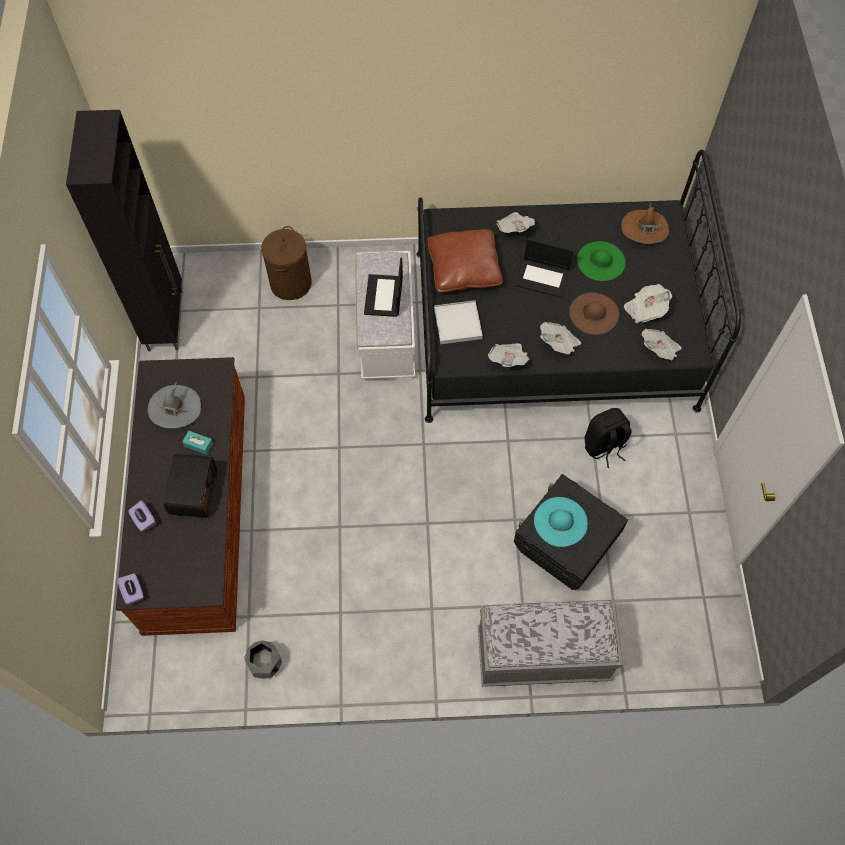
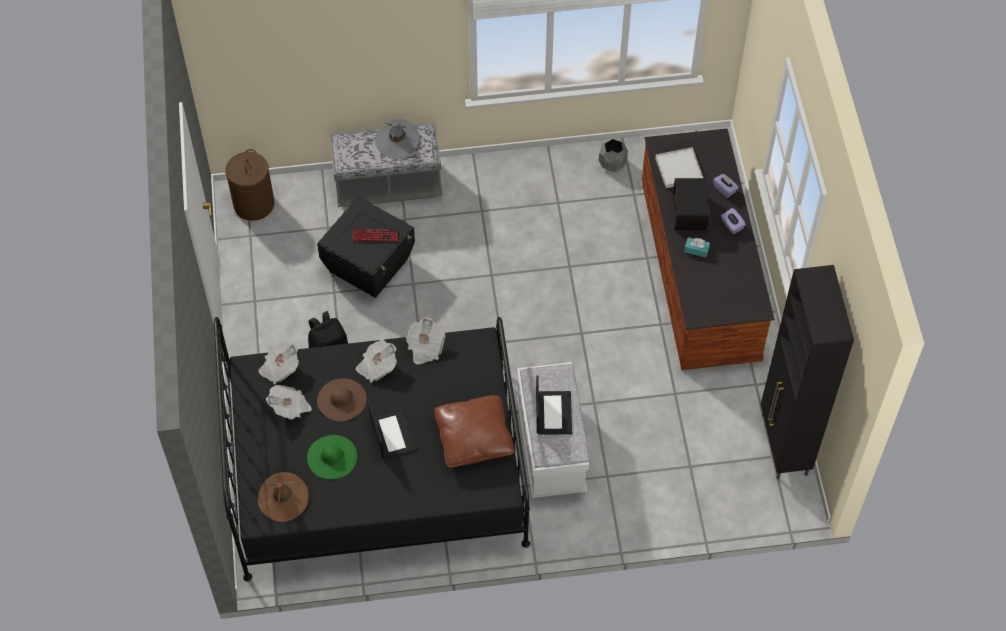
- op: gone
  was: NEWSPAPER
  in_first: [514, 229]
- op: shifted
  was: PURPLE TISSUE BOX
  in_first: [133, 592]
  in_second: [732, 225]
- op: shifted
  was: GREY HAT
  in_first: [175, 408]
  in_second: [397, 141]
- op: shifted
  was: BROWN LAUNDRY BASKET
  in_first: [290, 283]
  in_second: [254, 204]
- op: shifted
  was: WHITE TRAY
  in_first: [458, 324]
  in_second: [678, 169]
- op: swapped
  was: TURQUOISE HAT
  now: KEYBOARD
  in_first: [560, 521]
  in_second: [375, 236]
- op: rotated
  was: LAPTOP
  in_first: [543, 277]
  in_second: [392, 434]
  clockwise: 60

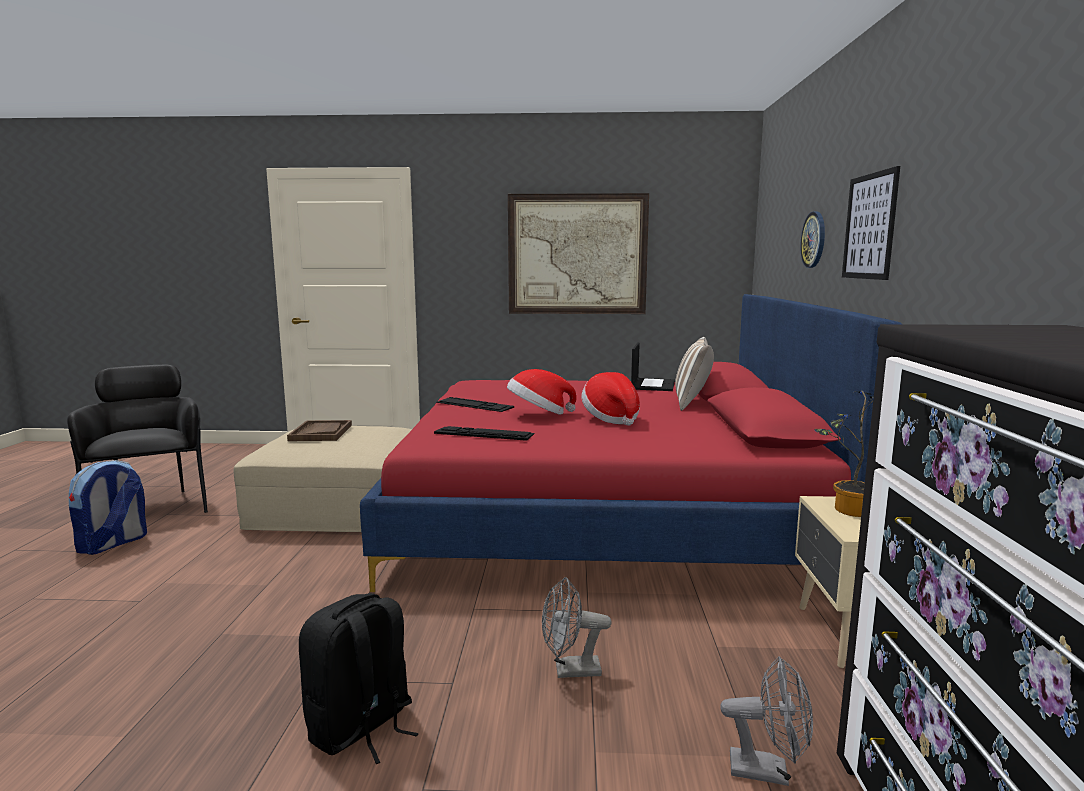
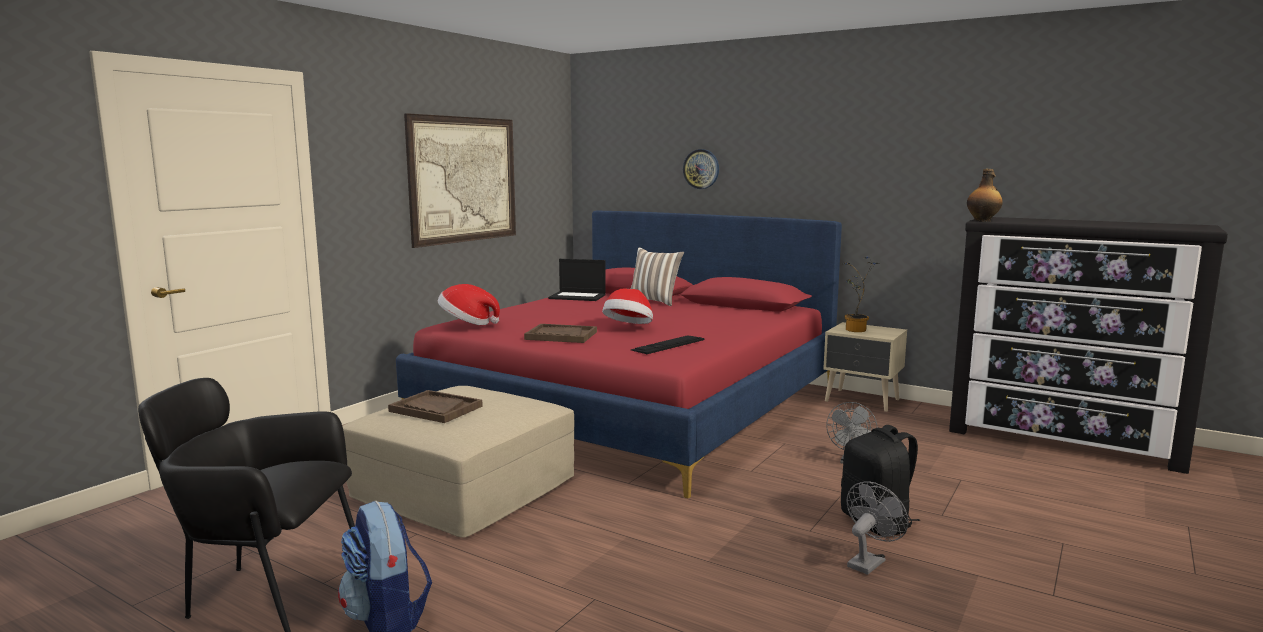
- op: gone
  was: PICTURE
  in_first: [869, 226]
- op: new
  now: BOTTLE
  in_second: [983, 220]
- op: shifted
  was: HAT
  in_first: [611, 418]
  in_second: [467, 323]
- op: shifted
  was: GREY FAN
  in_first: [768, 771]
  in_second: [868, 561]
- op: swapped
  was: KEYBOARD
  now: BROWN TRAY
  in_first: [474, 405]
  in_second: [561, 336]
- op: rotated
  was: LAPTOP
  in_first: [652, 385]
  in_second: [578, 296]
  clockwise: 150

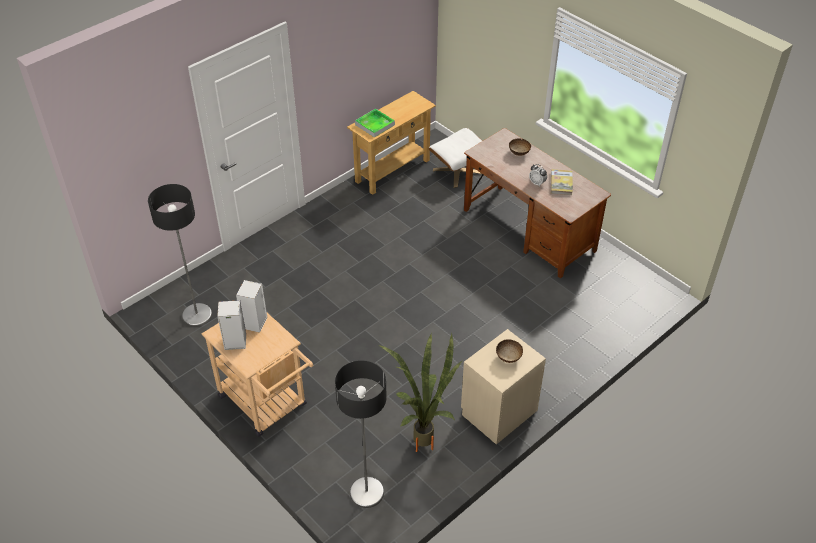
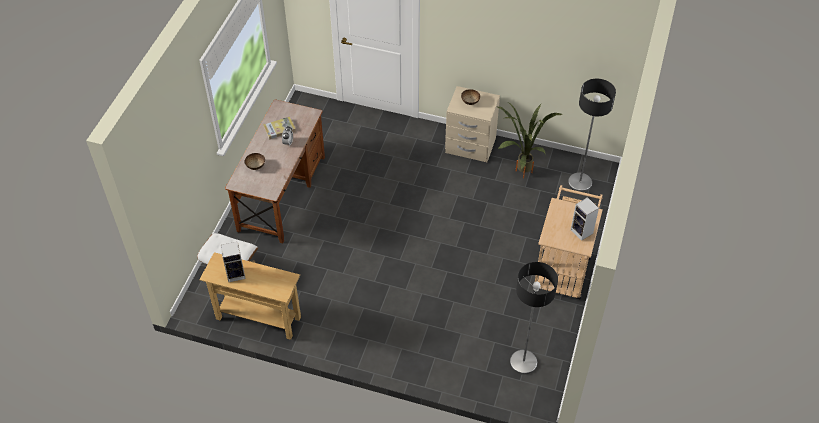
- op: gone
  was: TRAY
  in_first: [375, 125]
- op: shifted
  was: SPEAKER
  in_first: [255, 324]
  in_second: [236, 273]

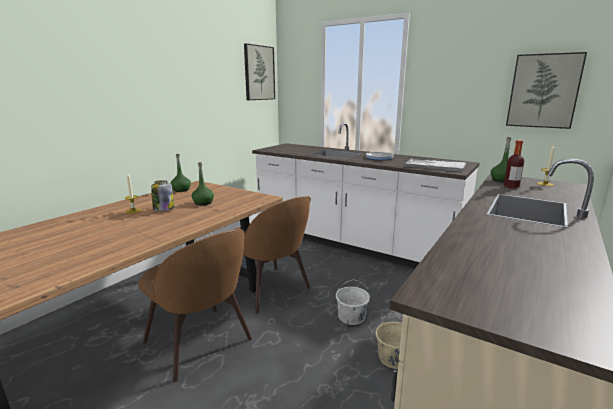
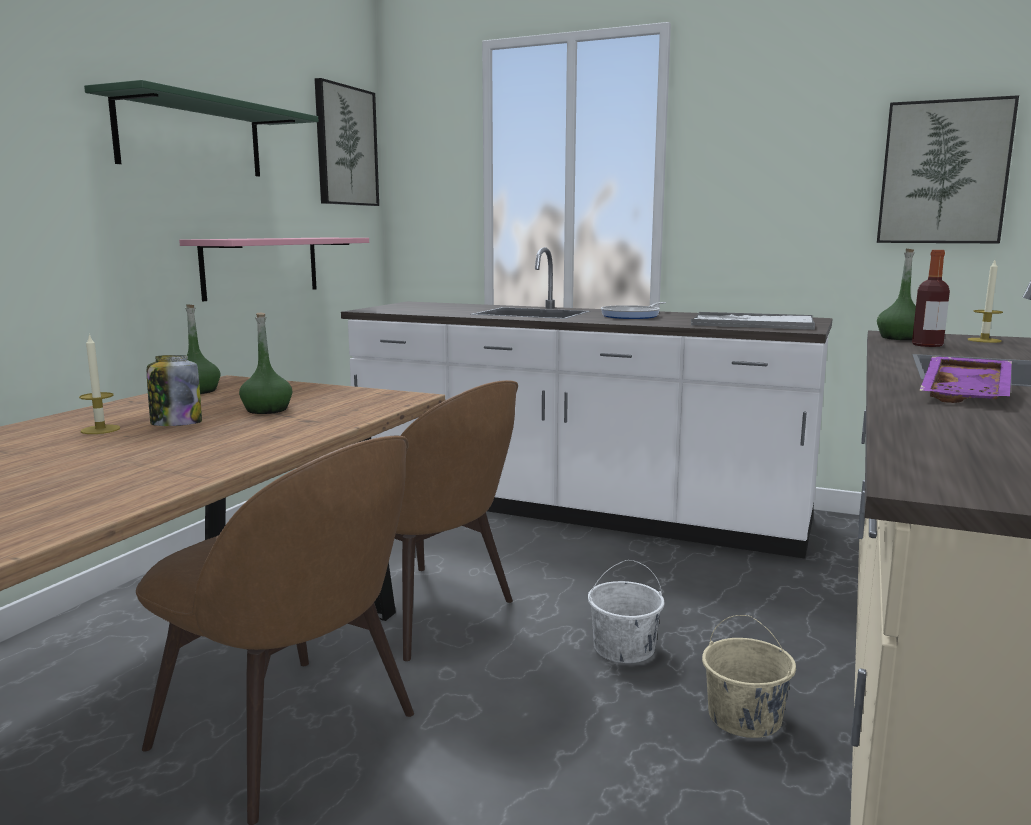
- op: new
  now: GREEN SHELF
  in_second: [191, 138]
- op: new
  now: PINK SHELF
  in_second: [261, 266]
- op: new
  now: PURPLE TRAY
  in_second: [968, 394]

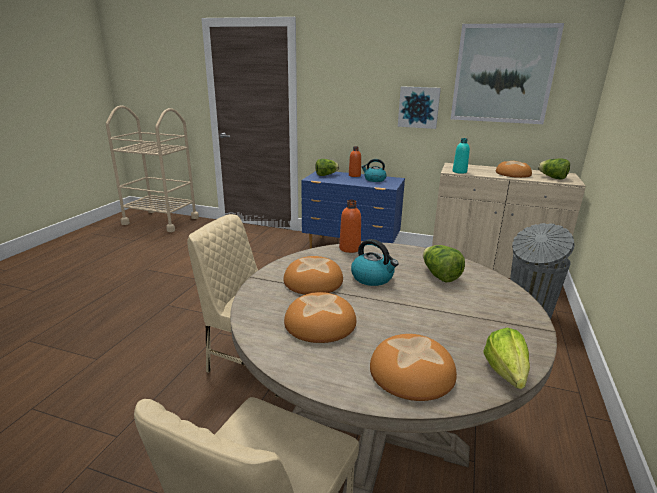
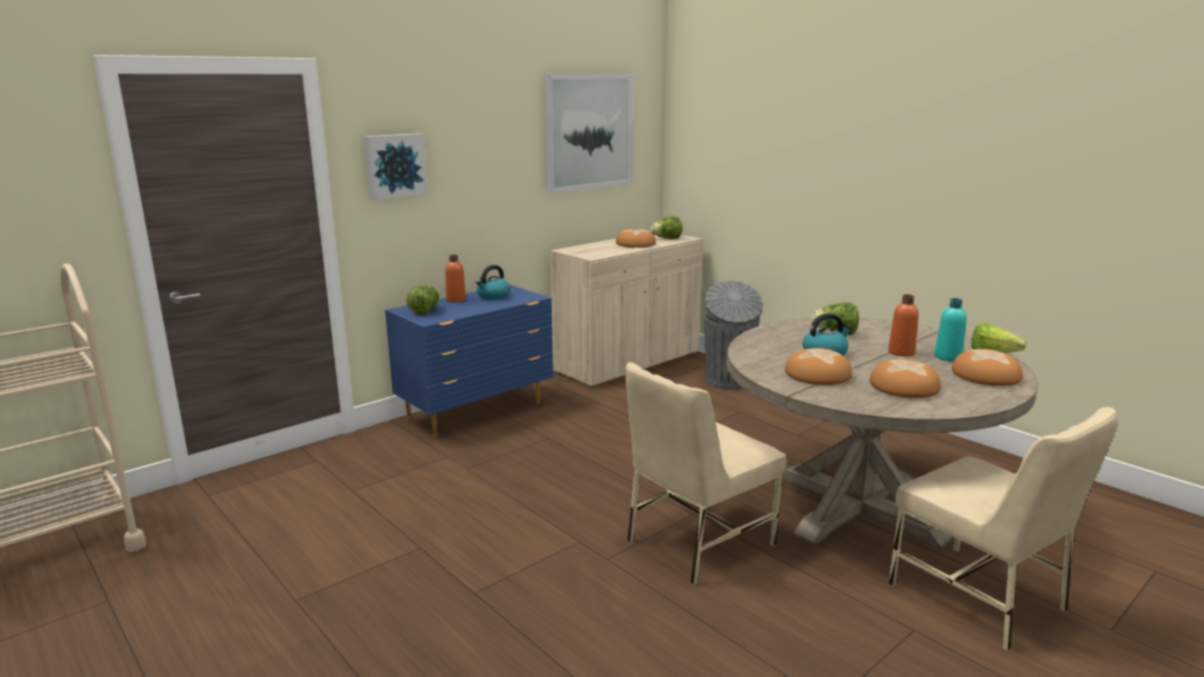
- op: shifted
  was: ORANGE BOTTLE
  in_first: [349, 248]
  in_second: [901, 352]
- op: shifted
  was: PICTURE
  in_first: [418, 107]
  in_second: [395, 166]
- op: shifted
  was: TURQUOISE BOTTLE
  in_first: [459, 172]
  in_second: [948, 357]

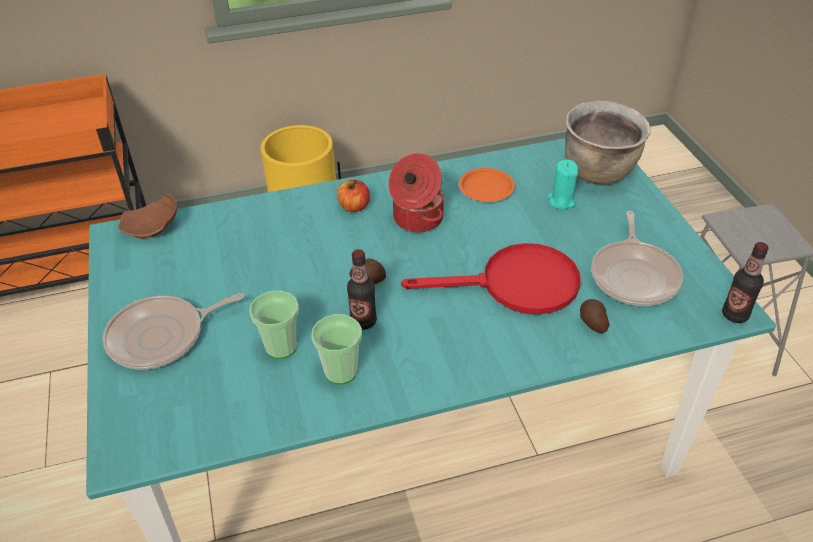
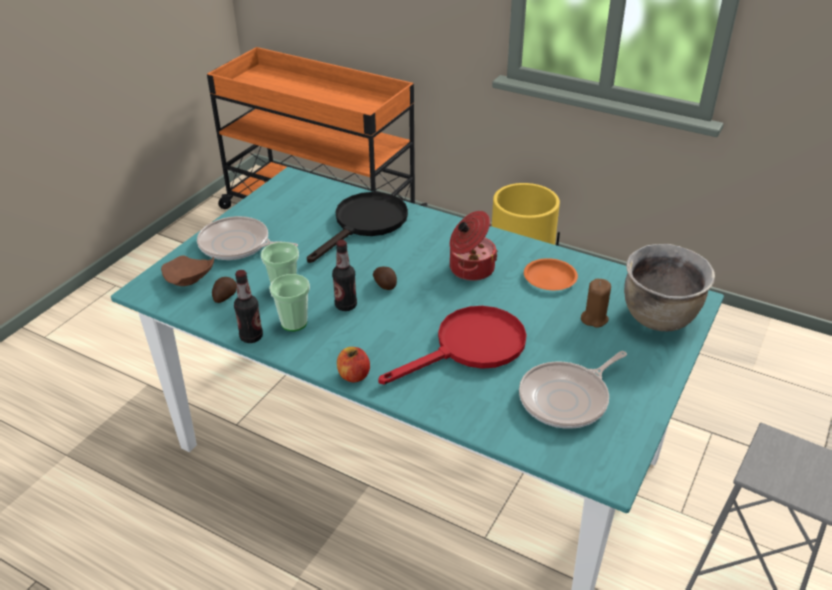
- op: new
  now: BLACK FRYING PAN
  in_second: [365, 224]
- op: shifted
  was: BROWN PLATE
  in_first: [153, 228]
  in_second: [188, 279]
- op: shifted
  was: APPLE
  in_first: [354, 207]
  in_second: [353, 375]
- op: shifted
  was: POTATO
  in_first: [592, 323]
  in_second: [224, 296]
- op: shifted
  was: BOTTLE
  in_first: [734, 315]
  in_second: [251, 337]
- op: repainted
  was: TURQUOISE CANDLE
  now: BROWN CANDLE
  in_first: [561, 201]
  in_second: [594, 318]
- op: rotated
  was: RED FRYING PAN
  in_first: [515, 285]
  in_second: [470, 347]
  clockwise: -75

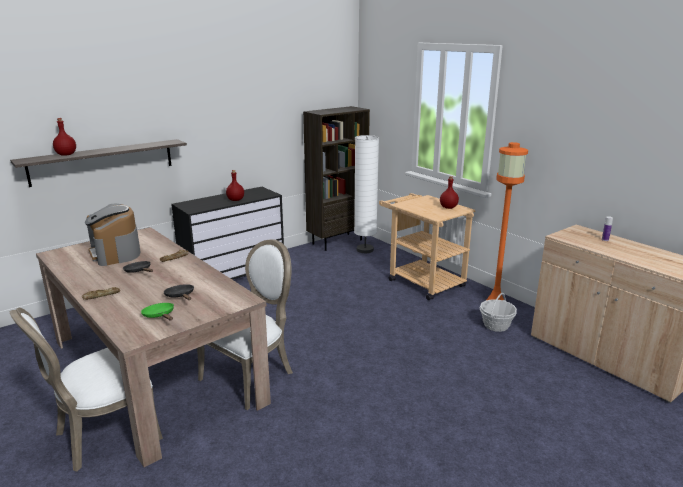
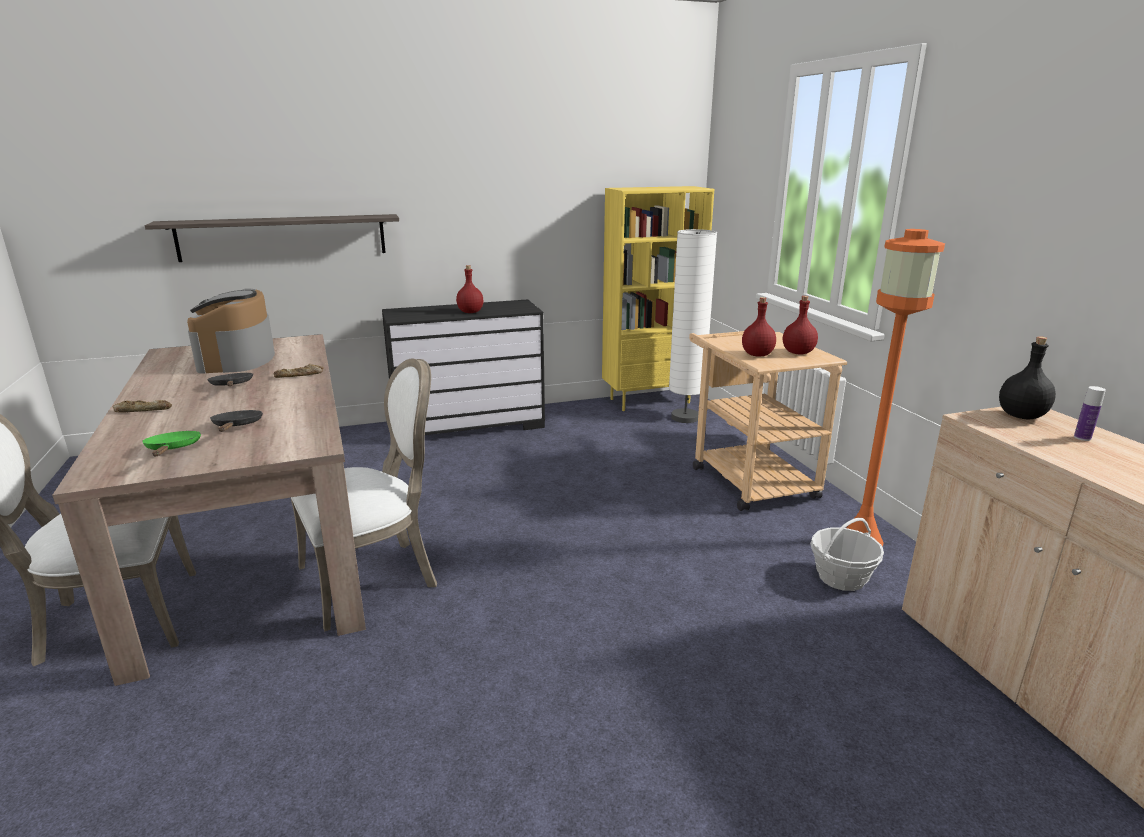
- op: new
  now: BLACK BOTTLE
  in_second: [1022, 416]
- op: shifted
  was: RED BOTTLE
  in_first: [66, 154]
  in_second: [756, 355]
- op: repainted
  was: BROWN BOOKCASE
  now: YELLOW BOOKCASE
  in_first: [337, 241]
  in_second: [650, 400]

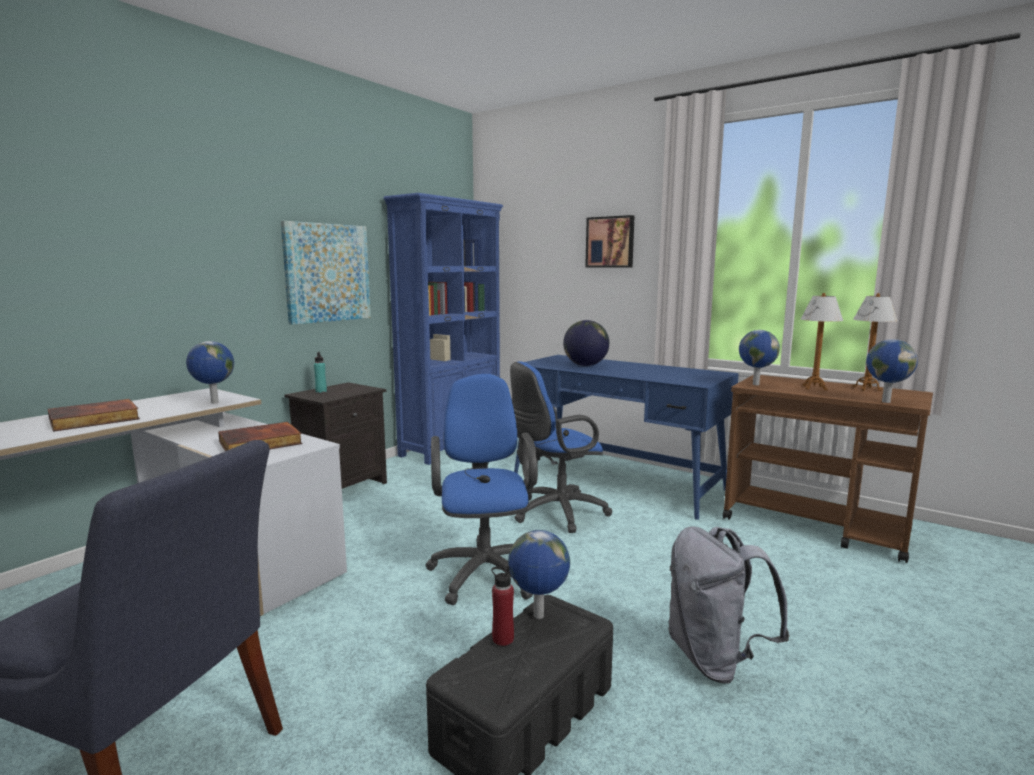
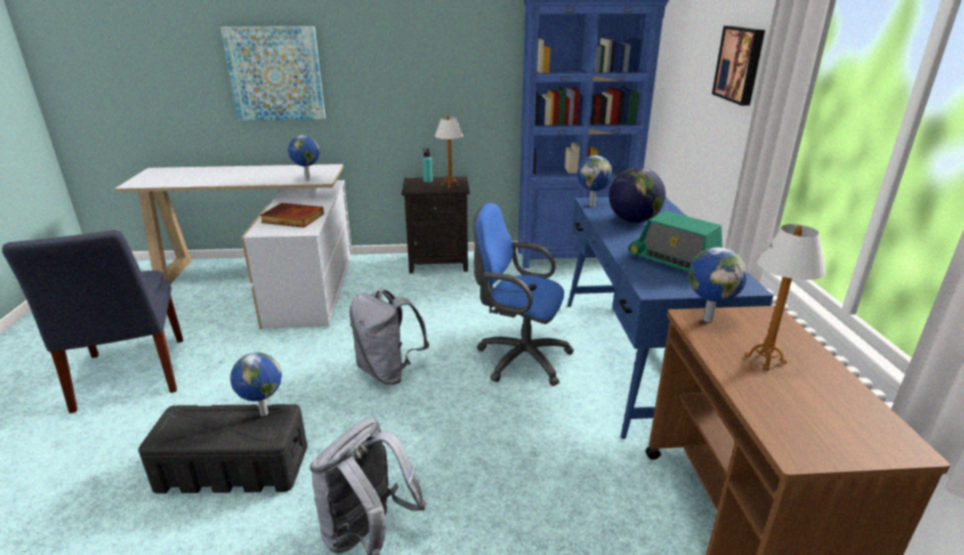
- op: gone
  was: BOOK
  in_first: [94, 420]
- op: gone
  was: RED BOTTLE
  in_first: [503, 639]
- op: new
  now: RADIO
  in_second: [675, 262]
- op: shifted
  was: PICTURE
  in_first: [327, 273]
  in_second: [276, 74]
- op: shifted
  was: TABLE LAMP
  in_first: [866, 388]
  in_second: [450, 185]
- op: shifted
  was: GLOBE
  in_first: [885, 401]
  in_second: [592, 205]
- op: swapped
  was: BLUE OFFICE CHAIR
  now: GREY BACKPACK
  in_first: [485, 570]
  in_second: [388, 371]

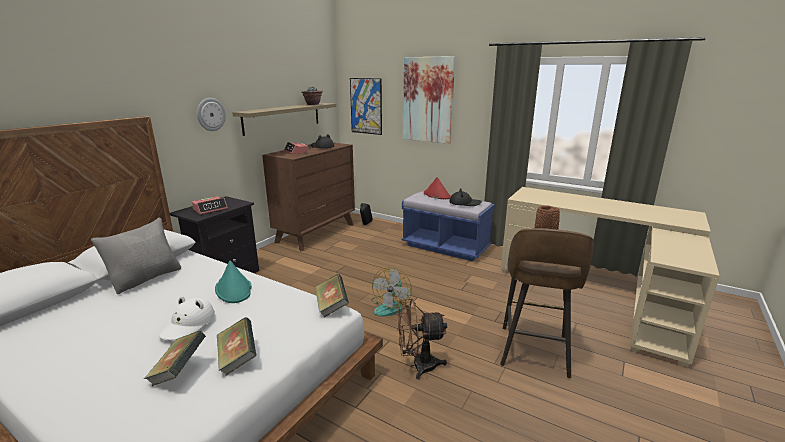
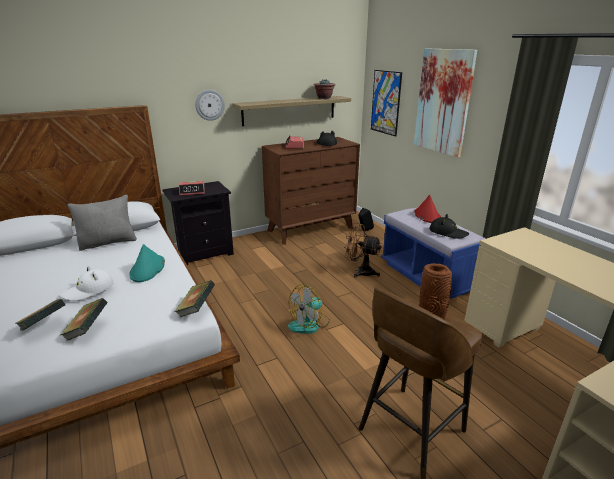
- op: shifted
  was: BROWN FAN
  in_first: [418, 365]
  in_second: [360, 271]

